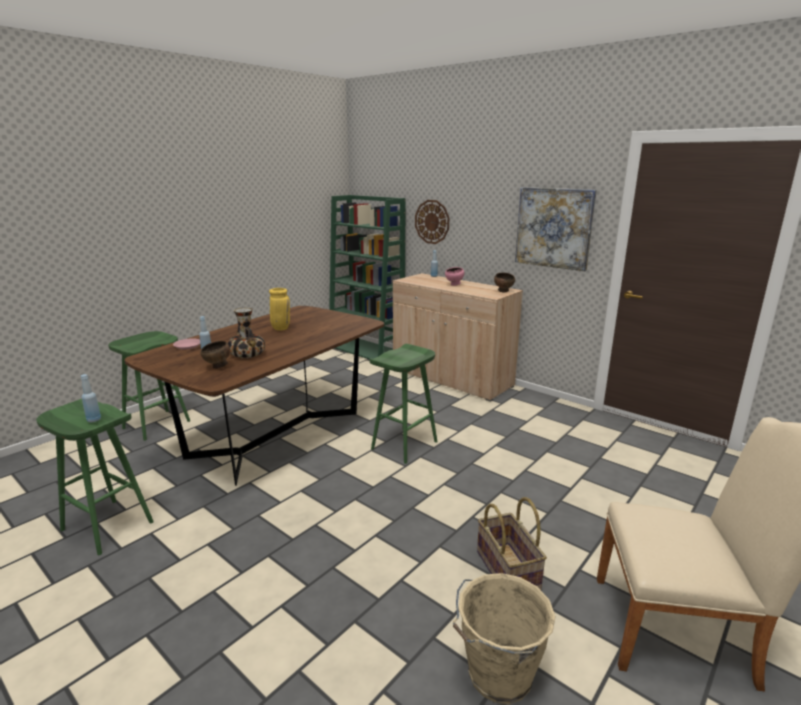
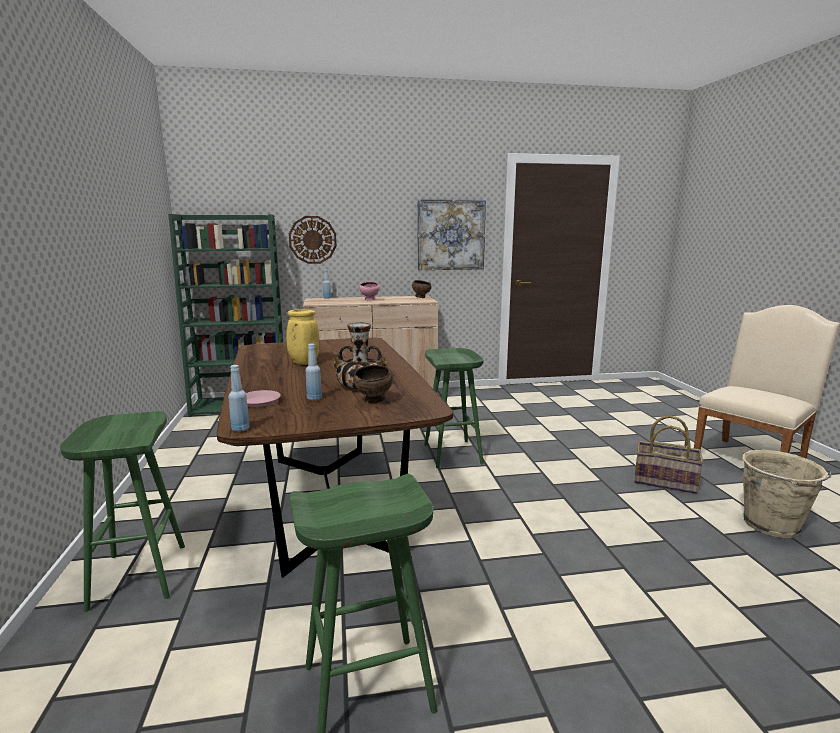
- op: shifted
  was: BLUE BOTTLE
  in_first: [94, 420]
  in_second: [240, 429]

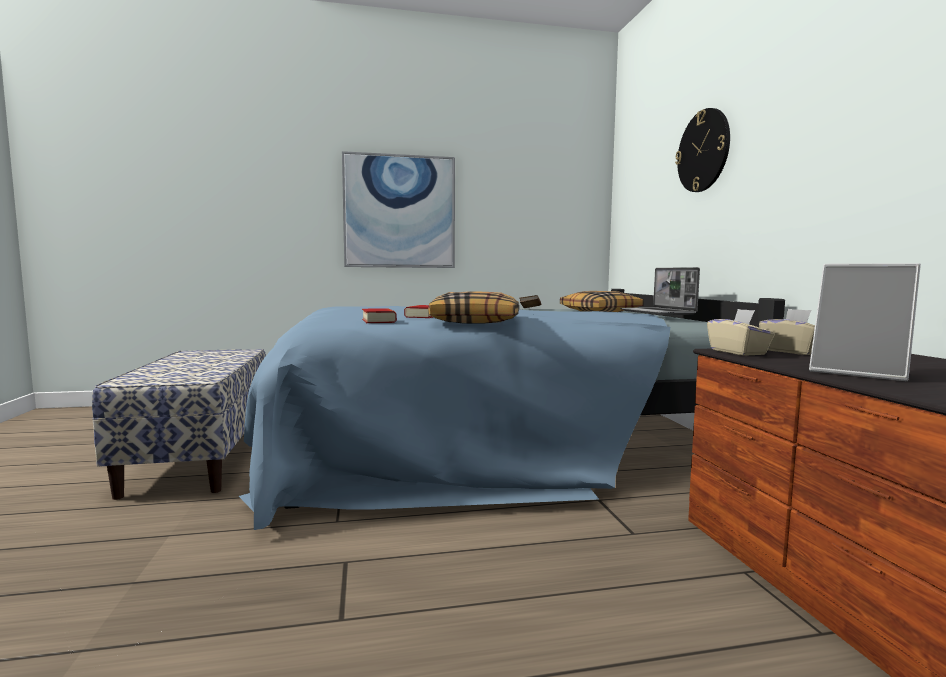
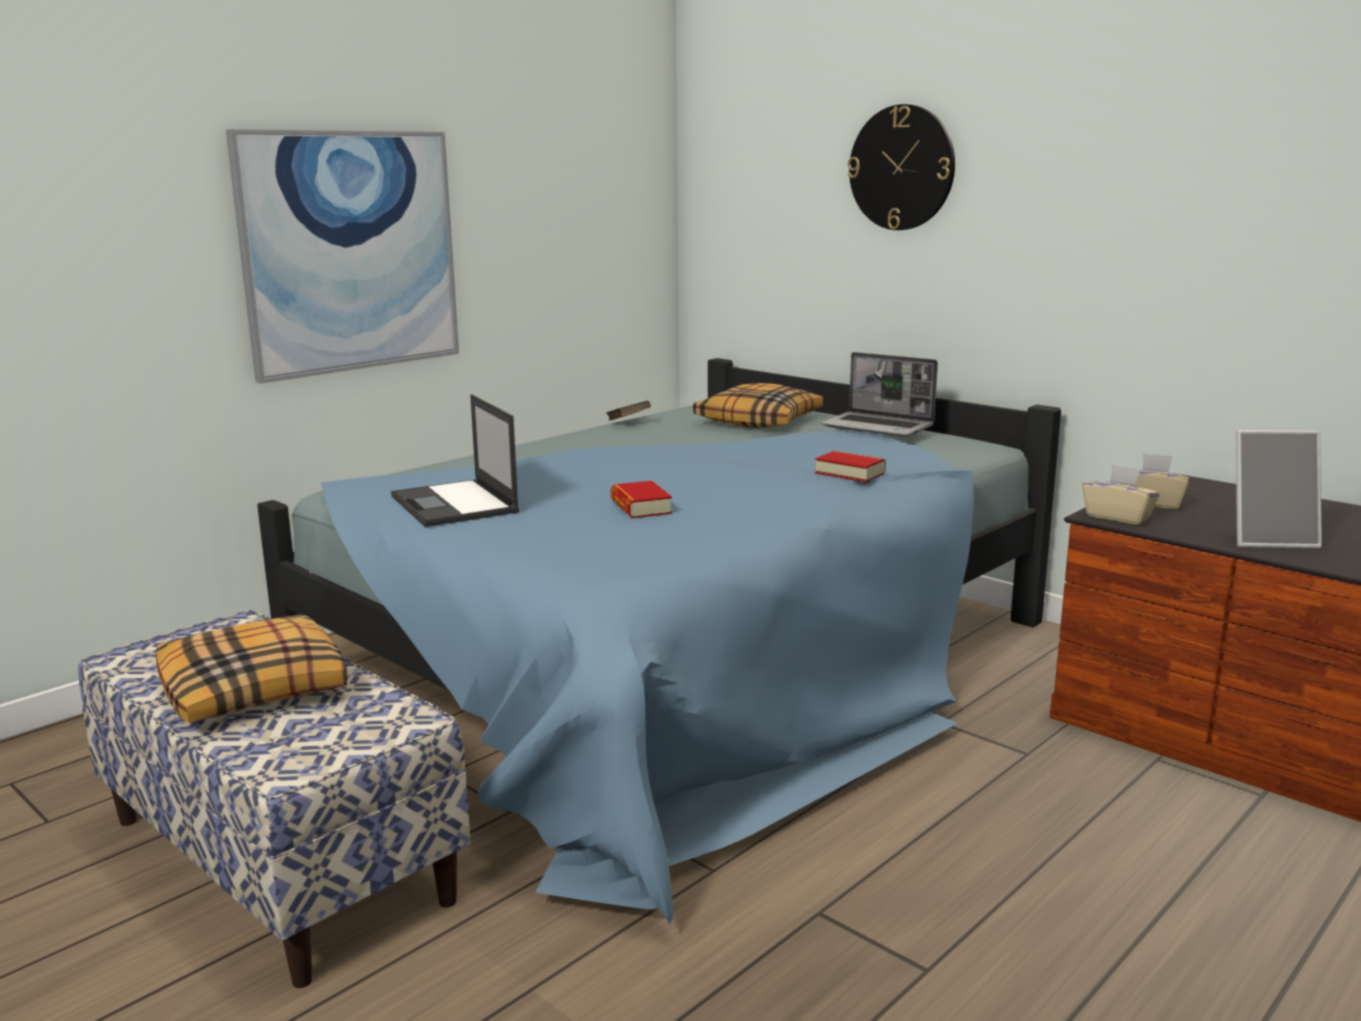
- op: new
  now: LAPTOP
  in_second: [455, 504]
- op: shifted
  was: BOOK
  in_first: [378, 321]
  in_second: [850, 473]
- op: shifted
  was: PILLOW
  in_first: [475, 322]
  in_second: [255, 688]

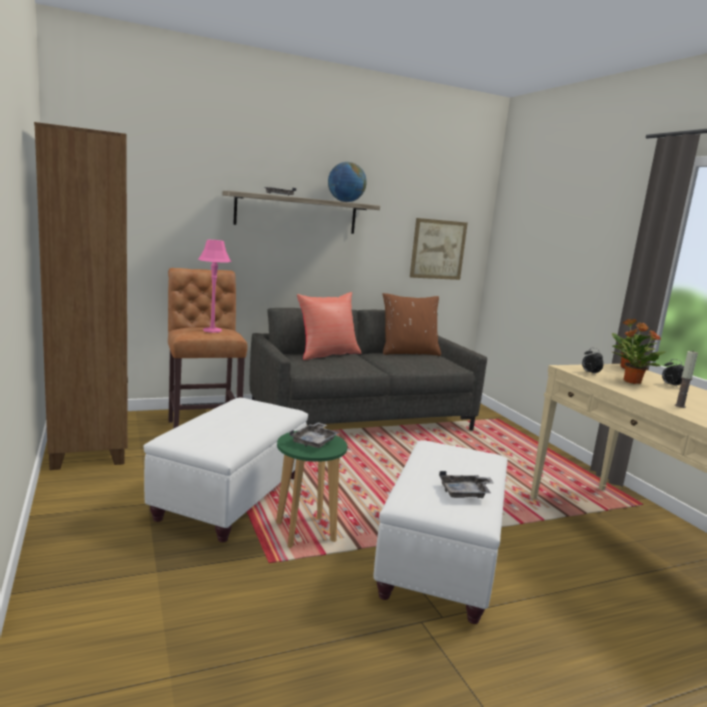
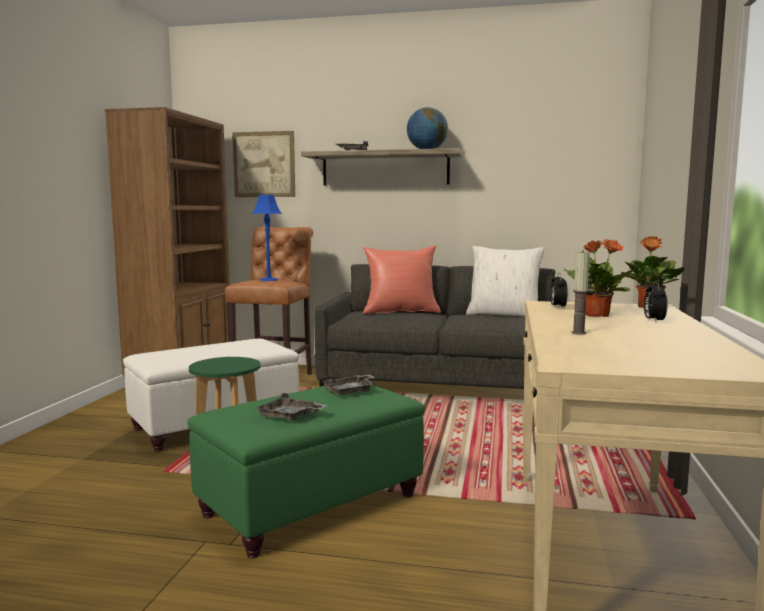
- op: shifted
  was: GREY TRAY
  in_first: [315, 441]
  in_second: [350, 391]
- op: shifted
  was: PICTURE
  in_first: [438, 249]
  in_second: [264, 164]
- op: repainted
  was: PINK TABLE LAMP
  now: BLUE TABLE LAMP
  in_first: [212, 330]
  in_second: [268, 280]
- op: repainted
  was: WHITE OTTOMAN
  now: GREEN OTTOMAN
  in_first: [440, 559]
  in_second: [313, 504]
- op: repainted
  was: BROWN PILLOW
  now: WHITE PILLOW
  in_first: [408, 352]
  in_second: [504, 314]

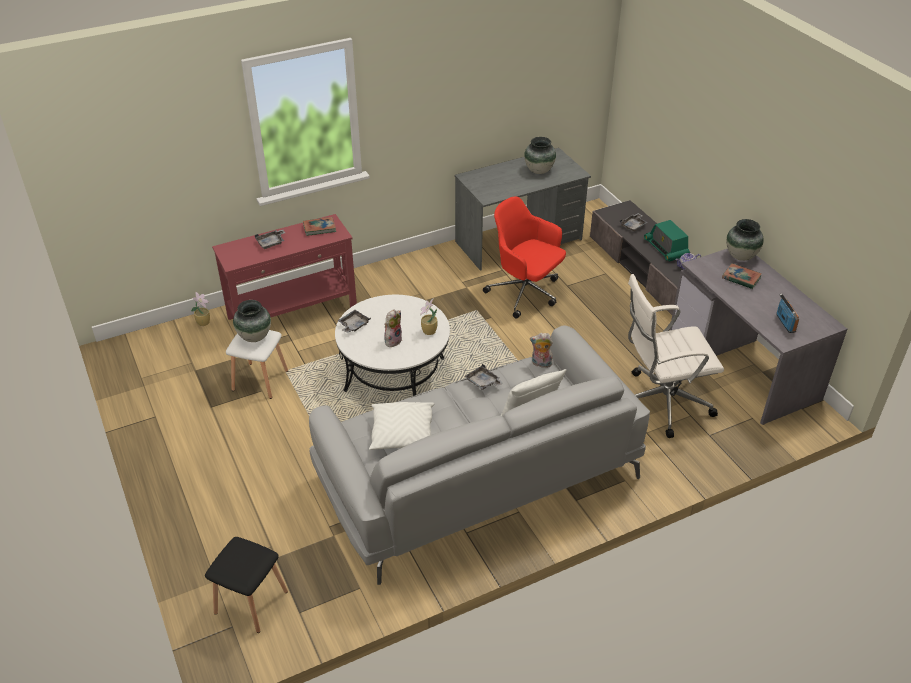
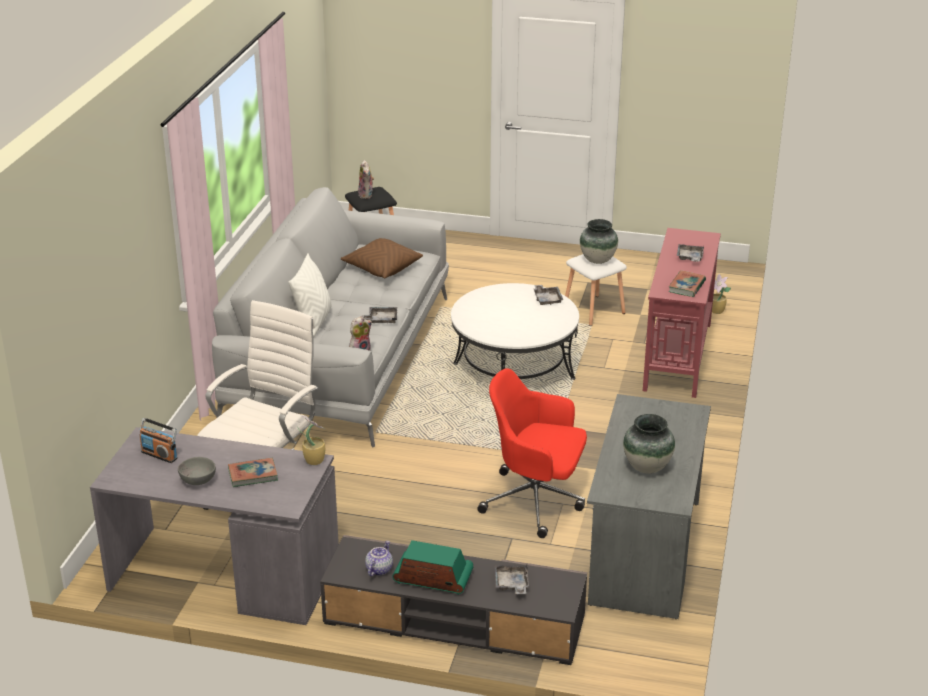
- op: gone
  was: VASE
  in_first: [740, 256]
- op: new
  now: GREY BOWL
  in_second: [197, 480]
- op: shifted
  was: PLUSH TOY
  in_first: [393, 340]
  in_second: [366, 195]
- op: shifted
  was: POTTED PLANT
  in_first: [429, 331]
  in_second: [314, 460]
- op: repainted
  was: WHITE PILLOW
  now: BROWN PILLOW
  in_first: [402, 434]
  in_second: [381, 268]
- op: rotated
  was: RED OFFICE CHAIR
  in_first: [525, 293]
  in_second: [536, 501]
  clockwise: -150

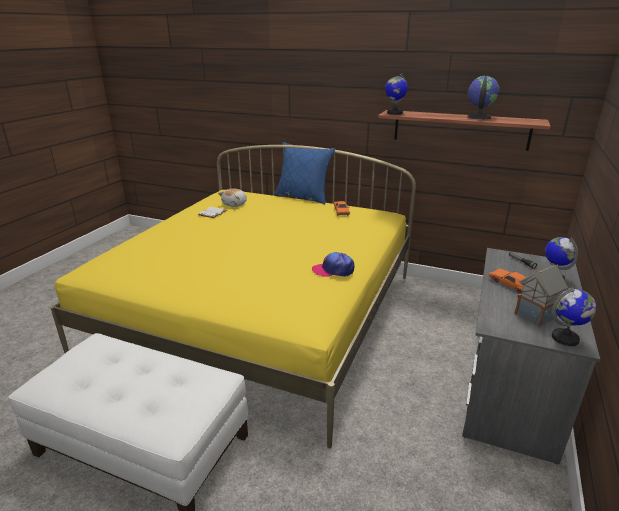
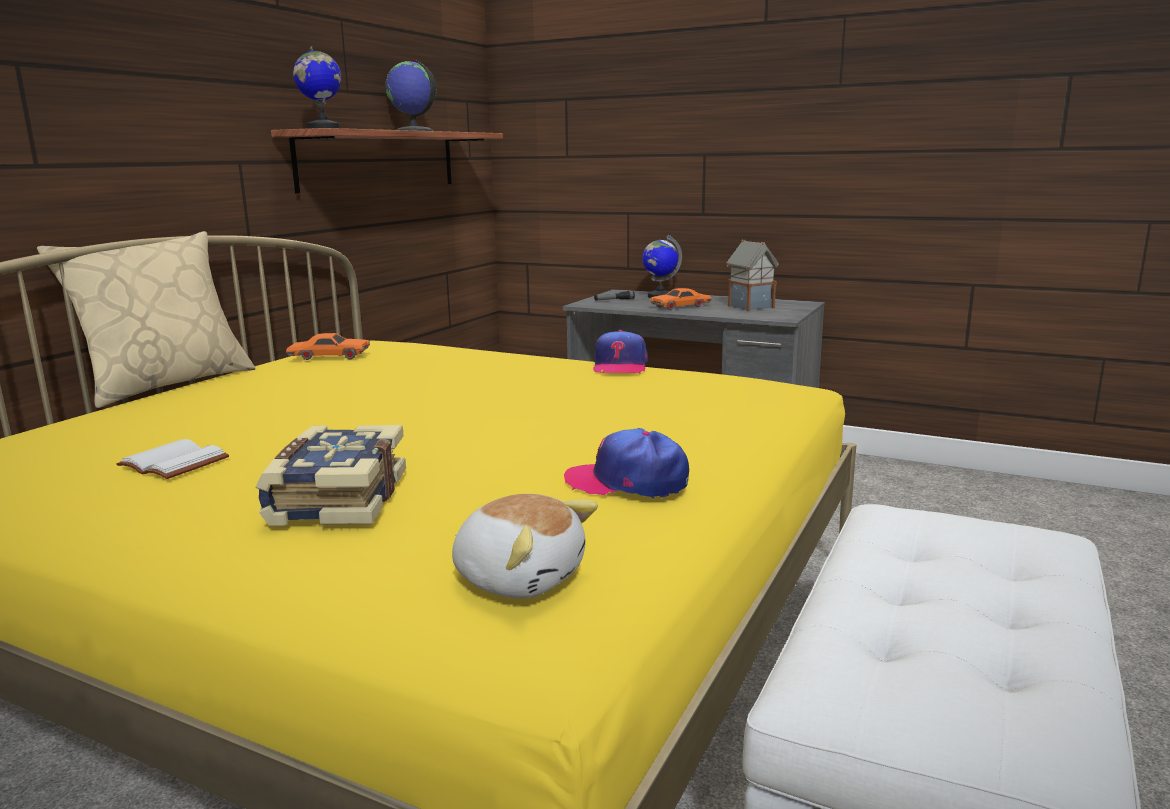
- op: gone
  was: GLOBE
  in_first: [565, 338]
- op: new
  now: BOOK
  in_second: [336, 499]
- op: new
  now: CAP
  in_second: [627, 481]
- op: shifted
  was: PLUSH TOY
  in_first: [235, 204]
  in_second: [520, 577]
- op: repainted
  was: BLUE PILLOW
  now: BEIGE PILLOW
  in_first: [303, 197]
  in_second: [166, 384]

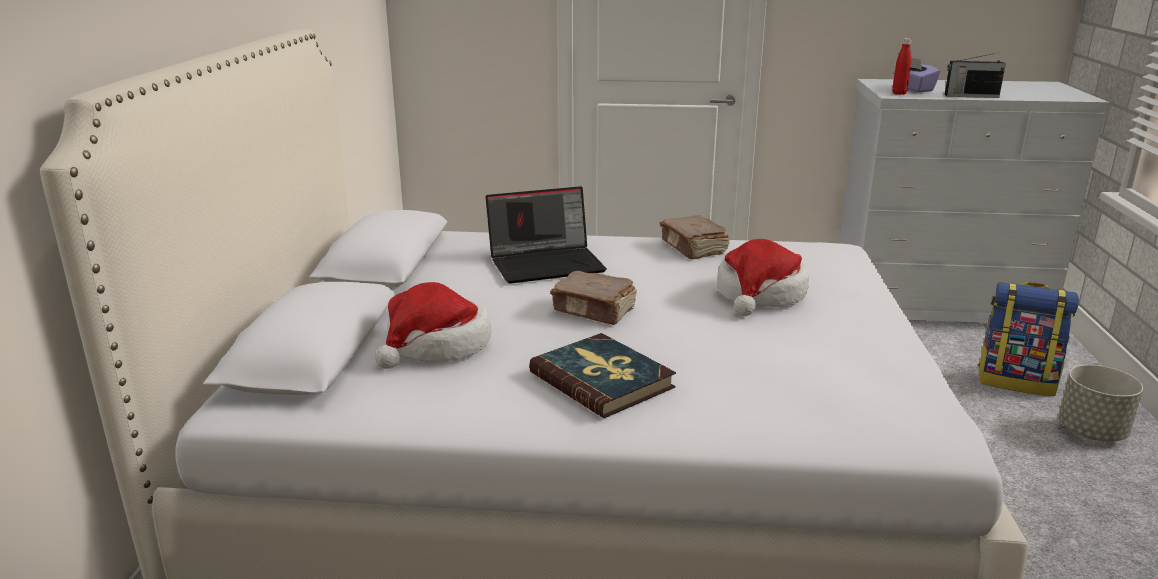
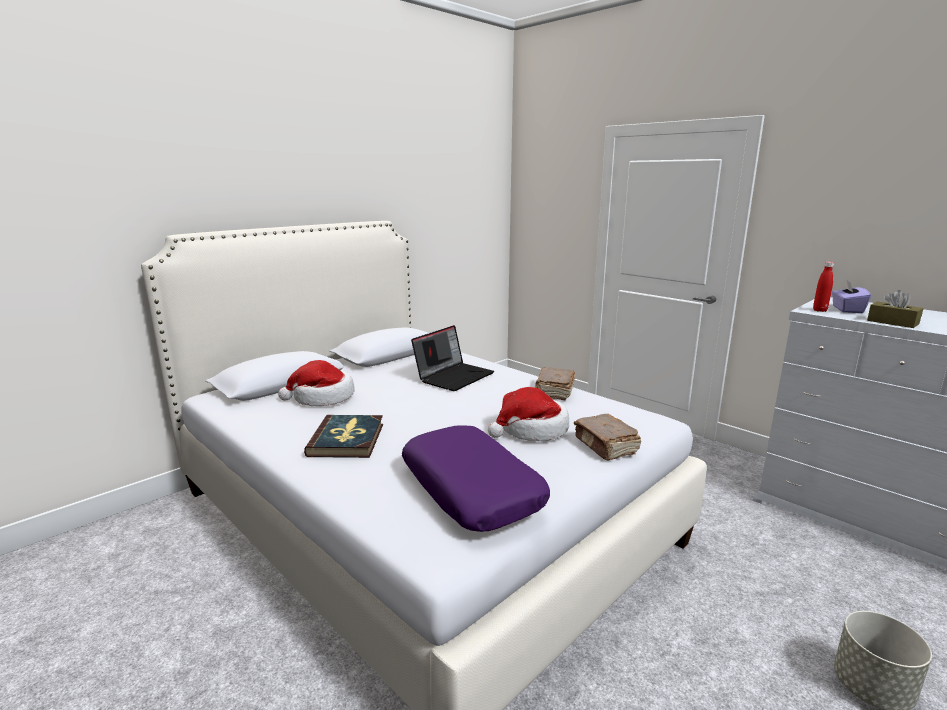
- op: gone
  was: BACKPACK
  in_first: [1016, 381]
- op: new
  now: PURPLE PILLOW
  in_second: [471, 489]
- op: shifted
  was: BROWN BOOK
  in_first: [594, 311]
  in_second: [606, 446]
- op: swapped
  was: RADIO
  now: BROWN TISSUE BOX
  in_first: [970, 96]
  in_second: [892, 322]
- op: rotated
  was: LAPTOP
  in_first: [547, 263]
  in_second: [454, 376]
  clockwise: -75

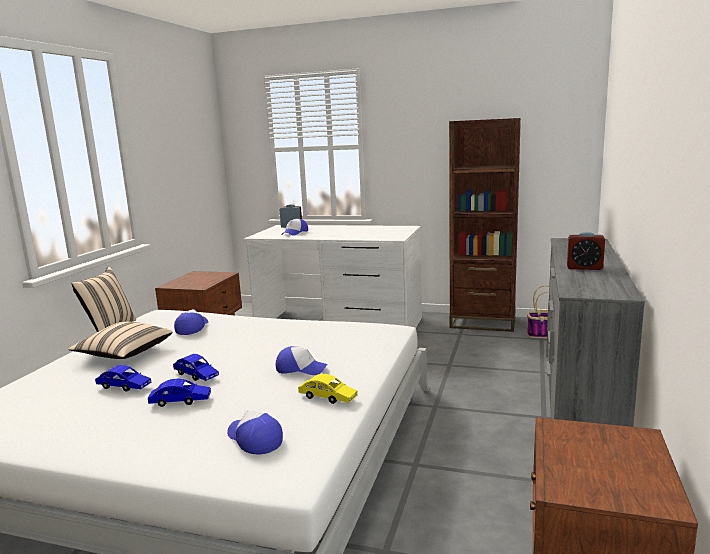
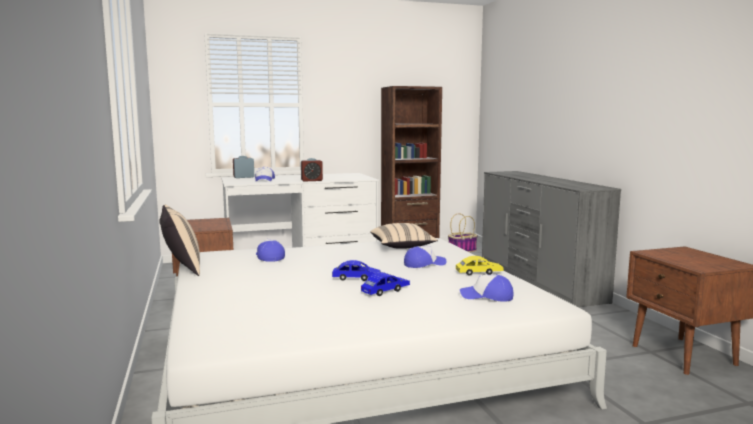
- op: gone
  was: BLUE TOY CAR
  in_first: [124, 386]
- op: shifted
  was: BEIGE PILLOW
  in_first: [124, 354]
  in_second: [402, 247]
- op: shifted
  was: ALARM CLOCK
  in_first: [584, 267]
  in_second: [311, 180]

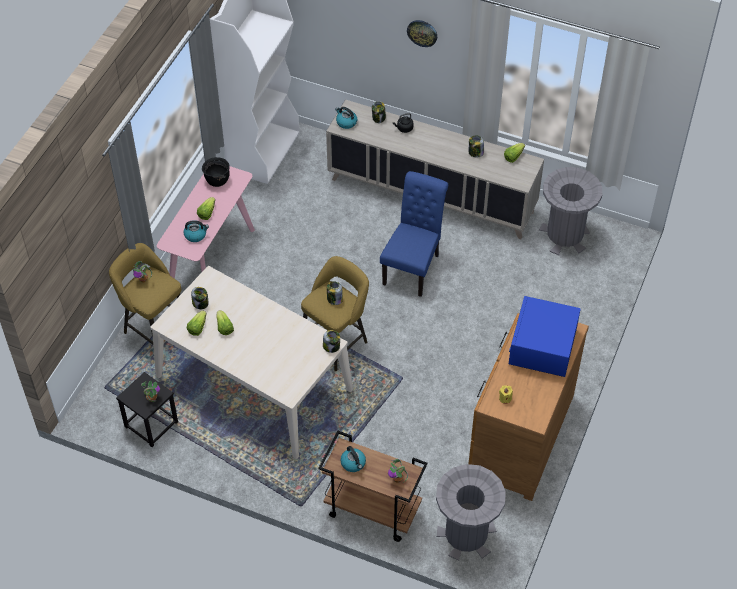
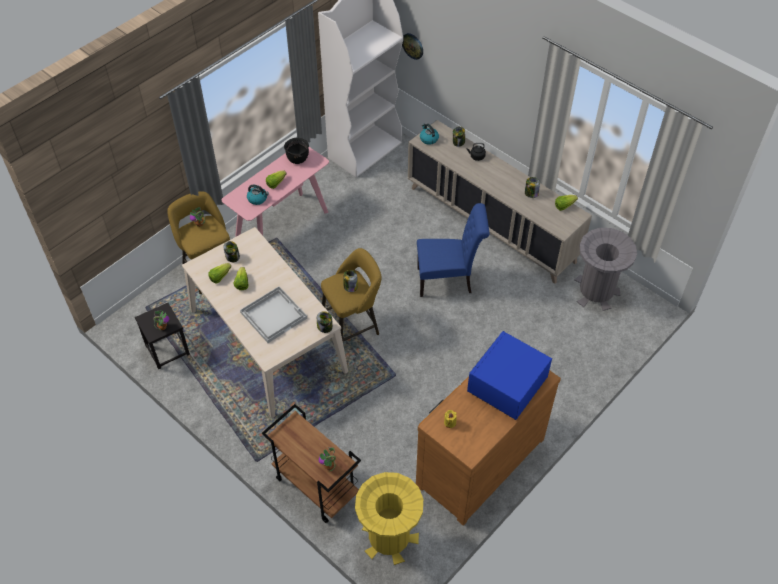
- op: gone
  was: KETTLE
  in_first: [353, 463]
- op: new
  now: WHITE TRAY
  in_second: [274, 315]
- op: shifted
  was: WALL CLOCK
  in_first: [422, 33]
  in_second: [413, 46]
- op: repainted
  was: GREY TRASH CAN
  now: YELLOW TRASH CAN
  in_first: [466, 535]
  in_second: [389, 537]
- op: rotated
  was: BLUE CHAIR
  in_first: [413, 266]
  in_second: [448, 280]
  clockwise: 45

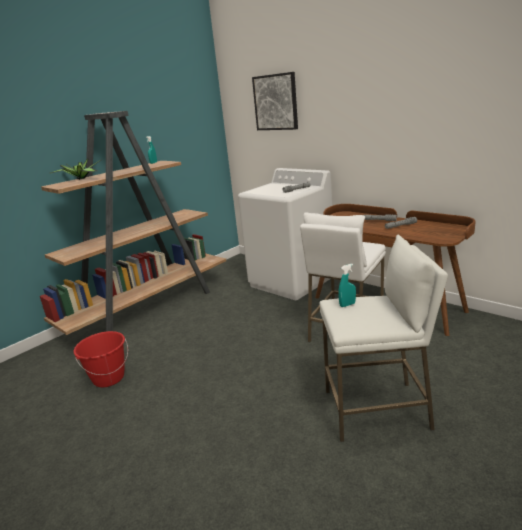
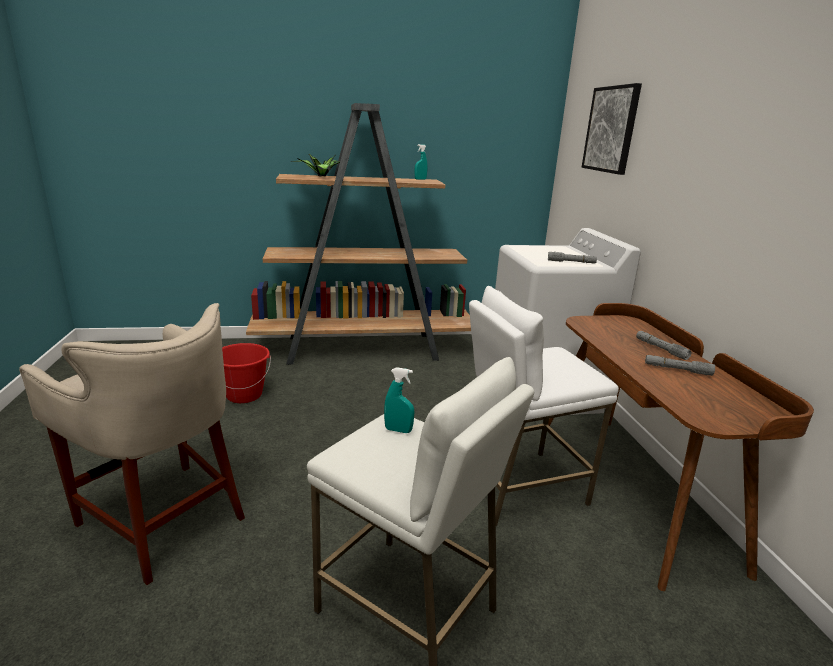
- op: new
  now: BEIGE STOOL
  in_second: [164, 518]

